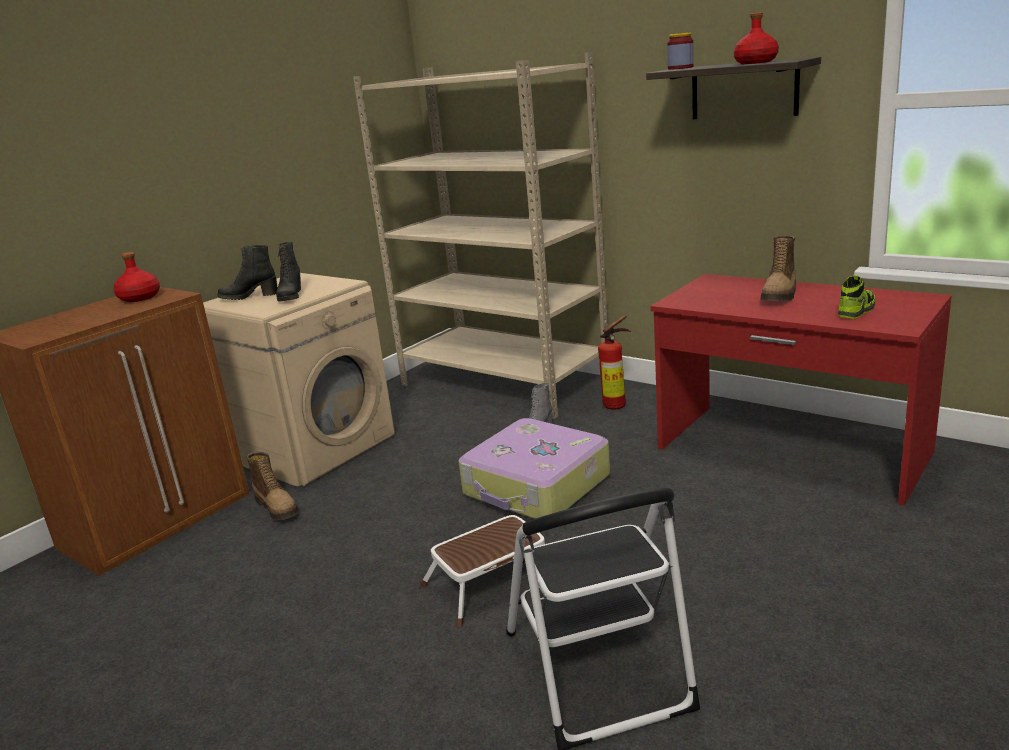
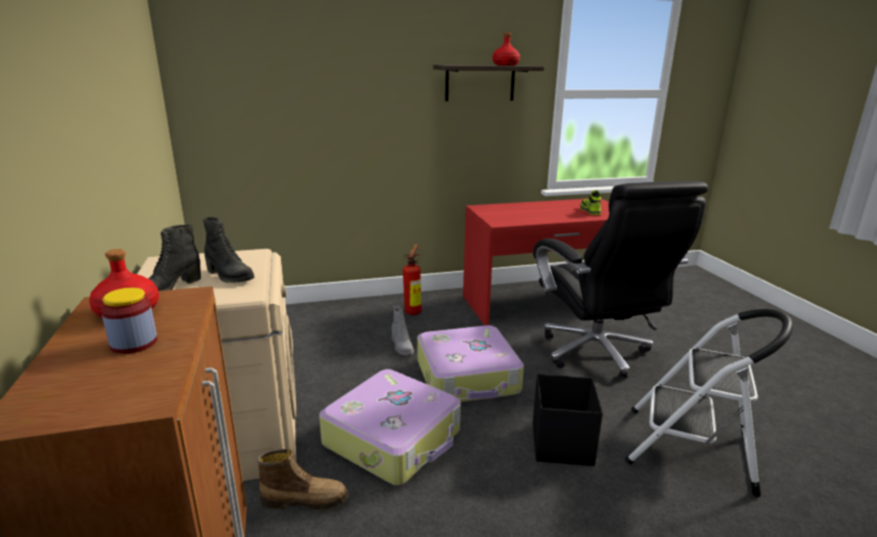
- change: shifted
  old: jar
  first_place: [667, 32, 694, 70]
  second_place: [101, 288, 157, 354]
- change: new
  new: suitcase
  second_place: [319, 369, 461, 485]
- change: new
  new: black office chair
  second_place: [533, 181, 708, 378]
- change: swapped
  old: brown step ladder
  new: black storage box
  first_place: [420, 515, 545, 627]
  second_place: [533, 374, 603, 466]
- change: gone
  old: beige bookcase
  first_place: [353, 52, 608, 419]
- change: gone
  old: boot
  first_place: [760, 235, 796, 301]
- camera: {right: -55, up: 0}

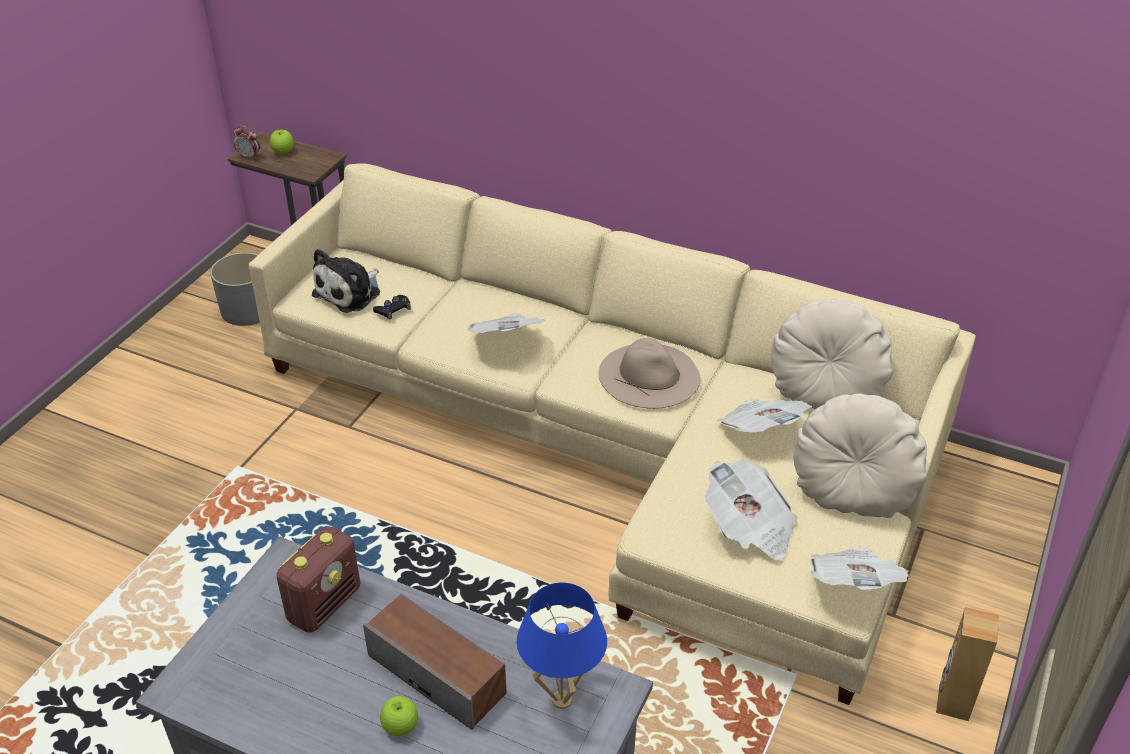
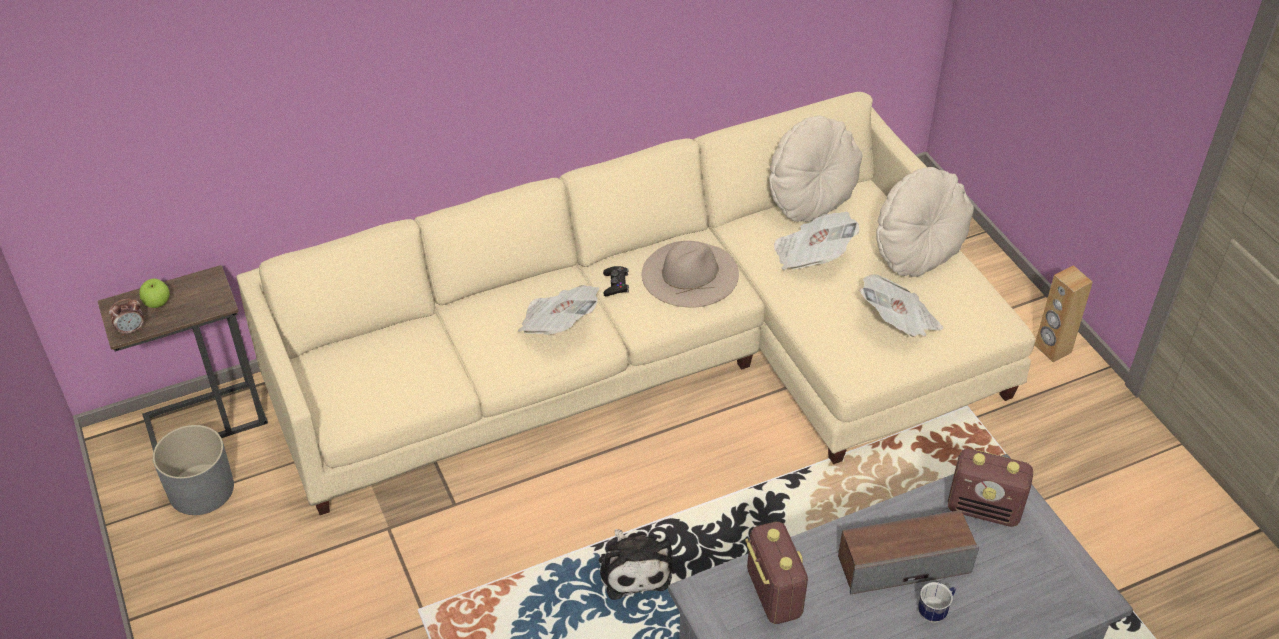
- change: shifted
  old: plush toy
  first_place: [312, 249, 380, 313]
  second_place: [599, 529, 672, 600]
- change: shifted
  old: black game controller
  first_place: [373, 295, 411, 319]
  second_place: [603, 266, 629, 296]
- change: swapped
  old: apple
  new: mug
  first_place: [380, 696, 418, 736]
  second_place: [918, 582, 956, 623]
- change: swapped
  old: blue table lamp
  new: radio
  first_place: [517, 583, 607, 709]
  second_place: [948, 449, 1033, 527]
- change: gone
  old: newspaper
  first_place: [809, 547, 909, 590]
- camera: {right: -50, up: 5}

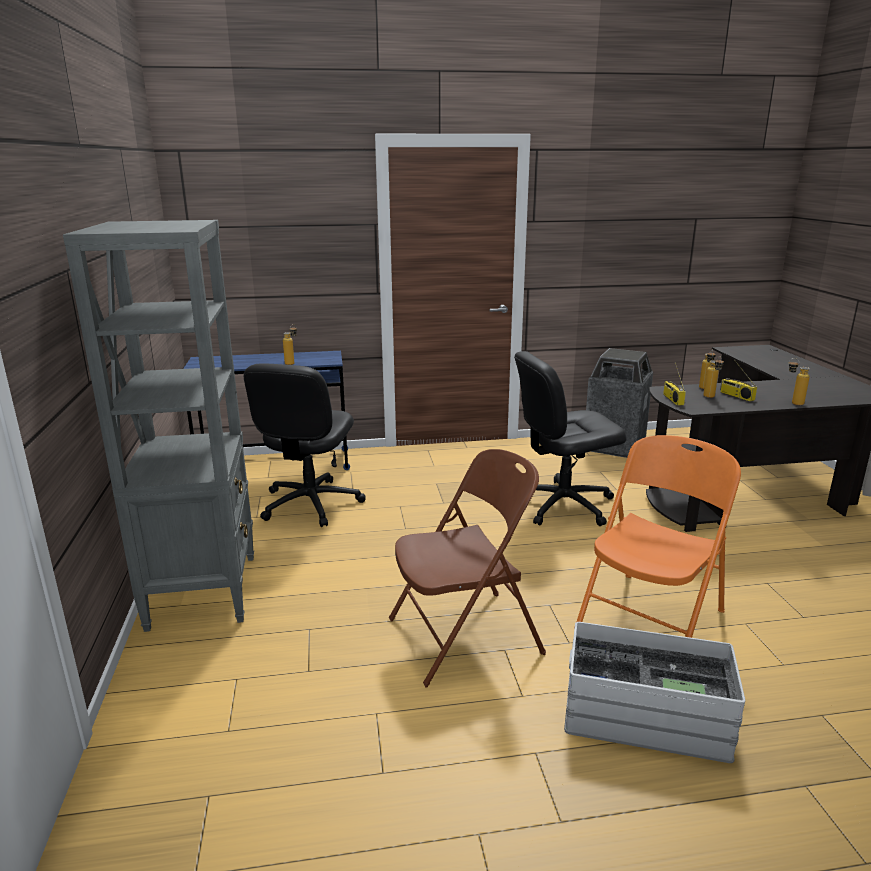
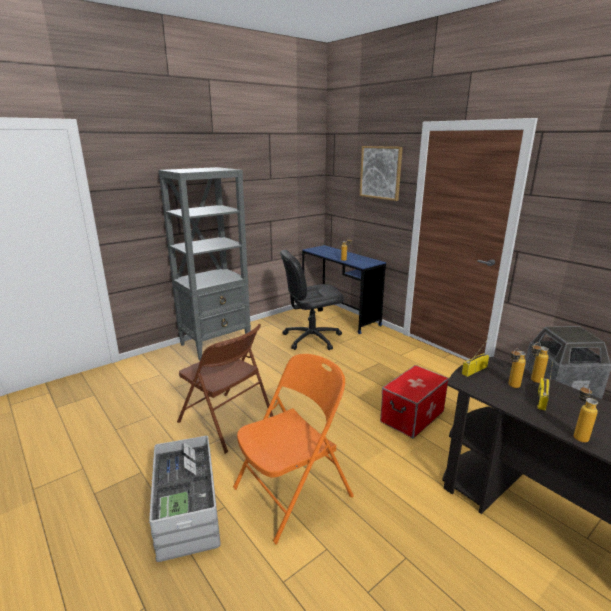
- change: rotated
  old: orange chair
  first_place: [574, 435, 741, 638]
  second_place: [233, 354, 353, 545]
  degrees: -45
- change: new
  new: picture
  second_place: [360, 146, 403, 201]
- change: swapped
  old: black office chair
  new: storage box
  first_place: [514, 351, 626, 526]
  second_place: [380, 365, 449, 438]
- camera: {right: 60, up: 0}

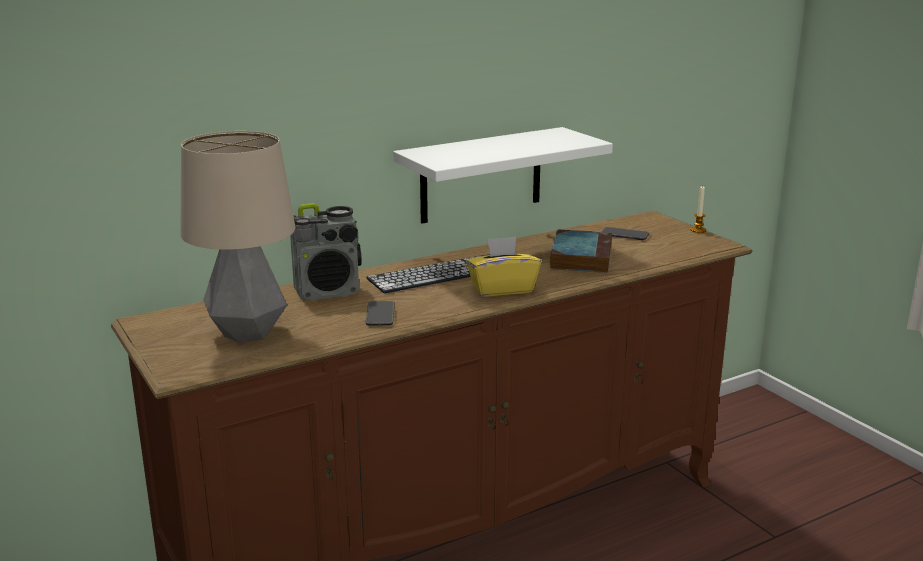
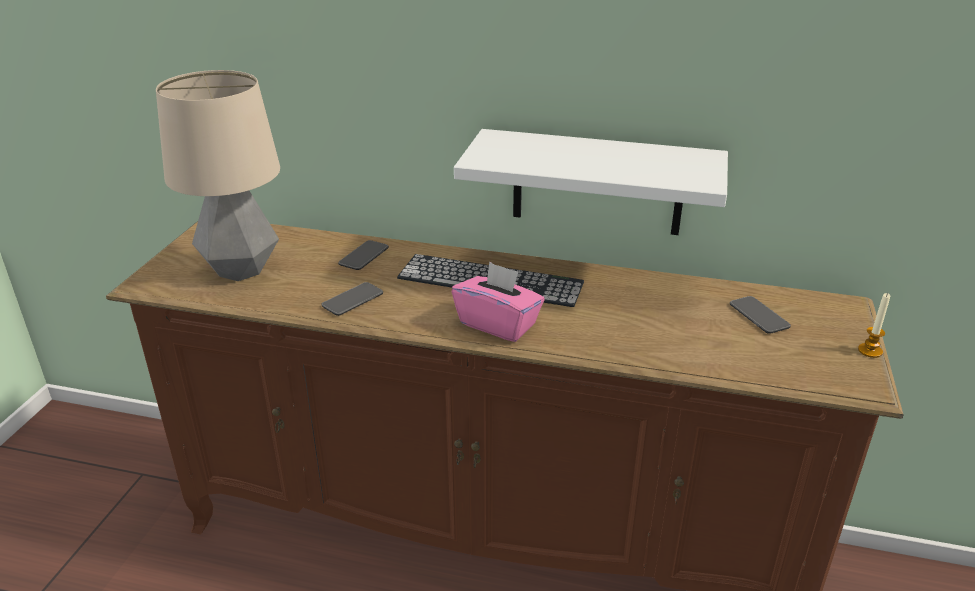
- change: swapped
  old: radio
  new: phone
  first_place: [290, 203, 362, 300]
  second_place: [338, 240, 389, 270]
- change: repainted
  old: yellow tissue box
  new: pink tissue box
  first_place: [466, 237, 541, 297]
  second_place: [451, 262, 544, 342]
- change: gone
  old: book
  first_place: [549, 229, 612, 273]
- camera: {right: 45, up: 10}

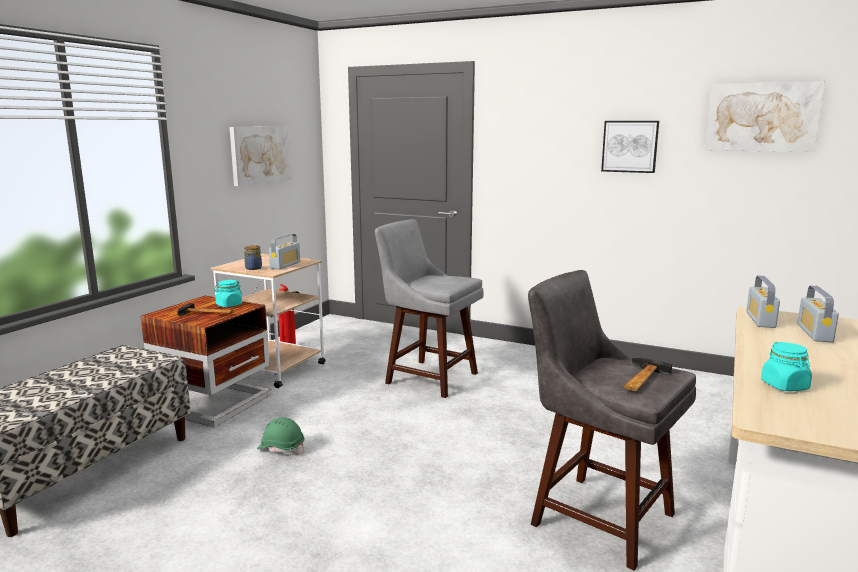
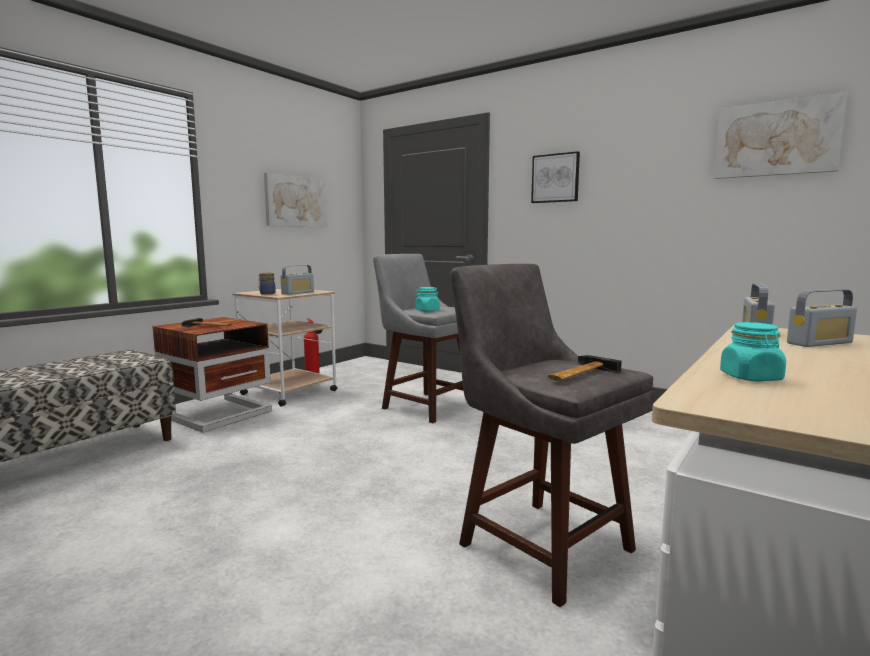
- change: shifted
  old: turquoise jar
  first_place: [214, 280, 242, 307]
  second_place: [415, 287, 439, 312]
- change: shifted
  old: picture
  first_place: [601, 121, 659, 173]
  second_place: [531, 151, 580, 203]
- change: rotated
  old: radio
  first_place: [797, 286, 839, 343]
  second_place: [787, 289, 857, 347]
  degrees: -135
- change: gone
  old: green hard hat
  first_place: [257, 417, 305, 455]
- camera: {right: 10, up: -5}

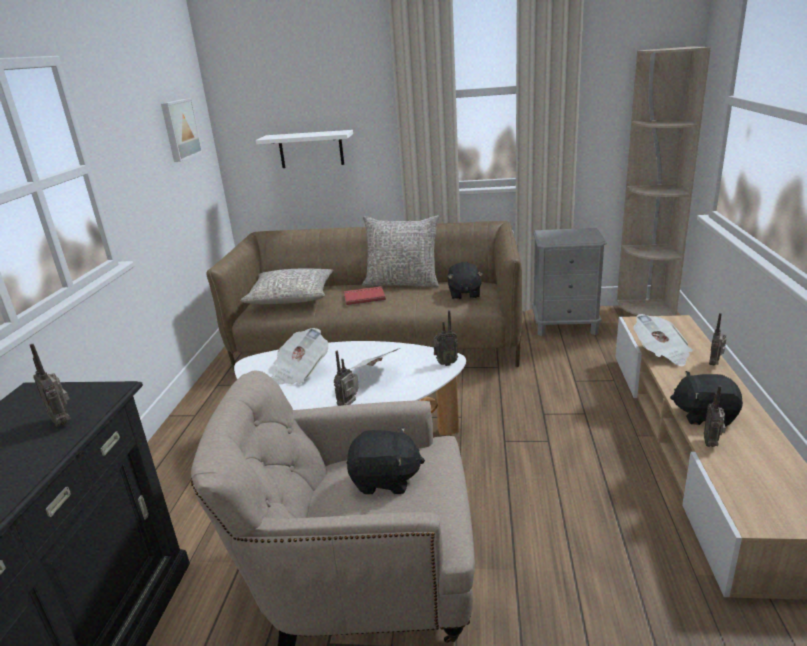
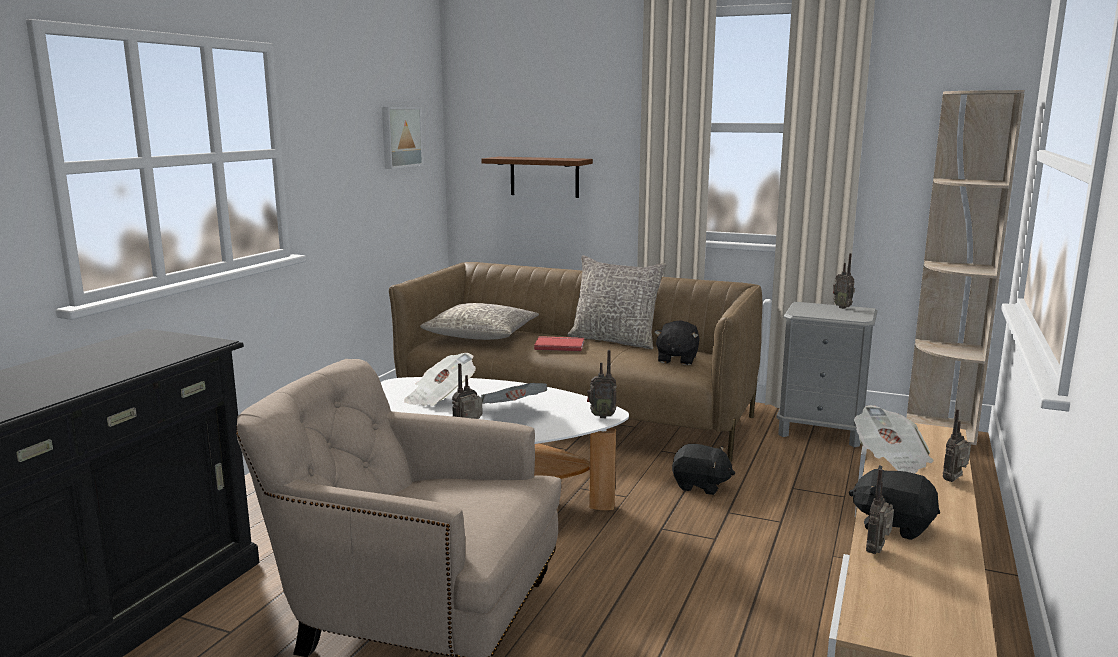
- change: repainted
  old: white shelf
  new: brown shelf
  first_place: [256, 130, 353, 168]
  second_place: [481, 157, 593, 198]
- change: shifted
  old: black plush toy
  first_place: [347, 427, 425, 494]
  second_place: [672, 444, 735, 495]
- change: shifted
  old: radio
  first_place: [30, 344, 71, 427]
  second_place: [833, 253, 855, 309]
- camera: {right: 15, up: -10}

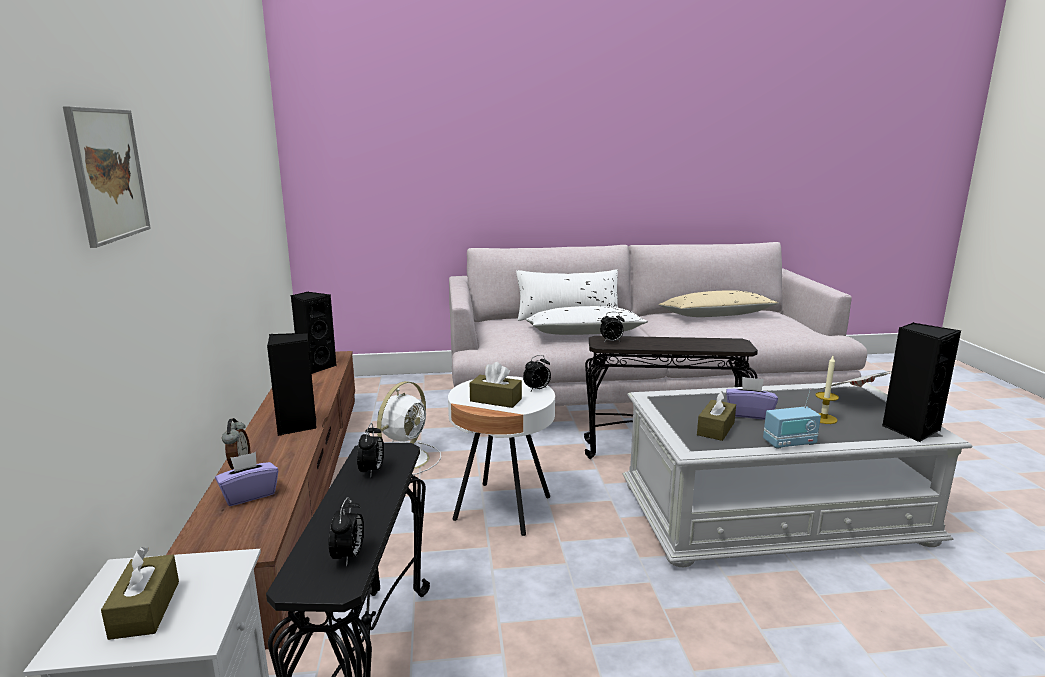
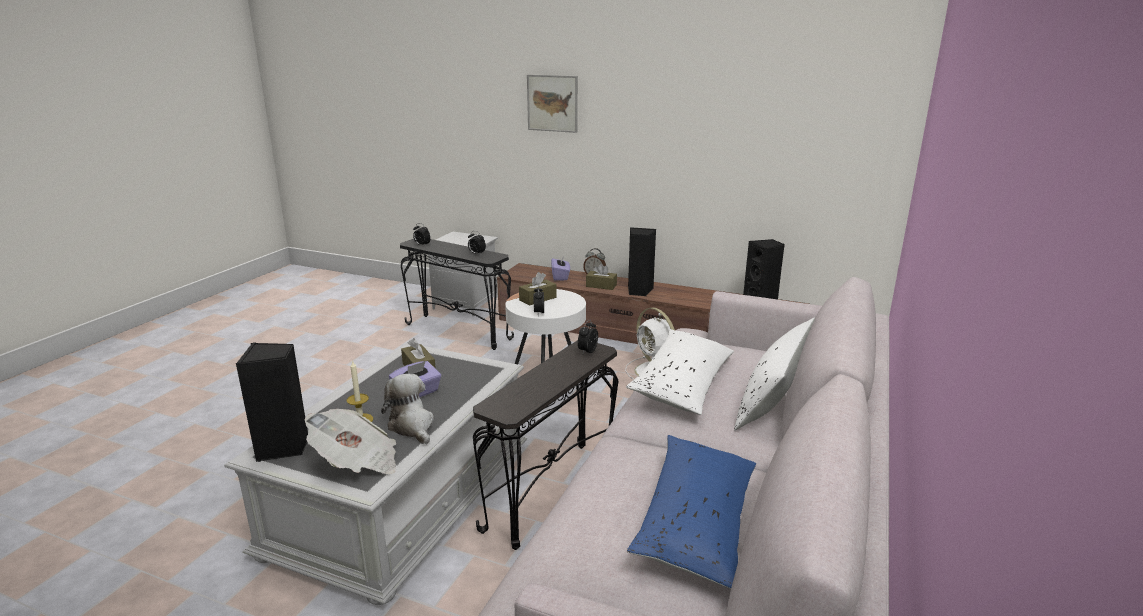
- change: new
  new: plush toy
  second_place: [381, 374, 434, 444]
- change: shifted
  old: brown tissue box
  first_place: [101, 547, 179, 640]
  second_place: [586, 263, 617, 290]
- change: repainted
  old: beige pillow
  new: blue pillow
  first_place: [659, 290, 778, 317]
  second_place: [627, 435, 756, 589]
- change: gone
  old: radio
  first_place: [763, 388, 821, 449]
- camera: {right: 120, up: 5}

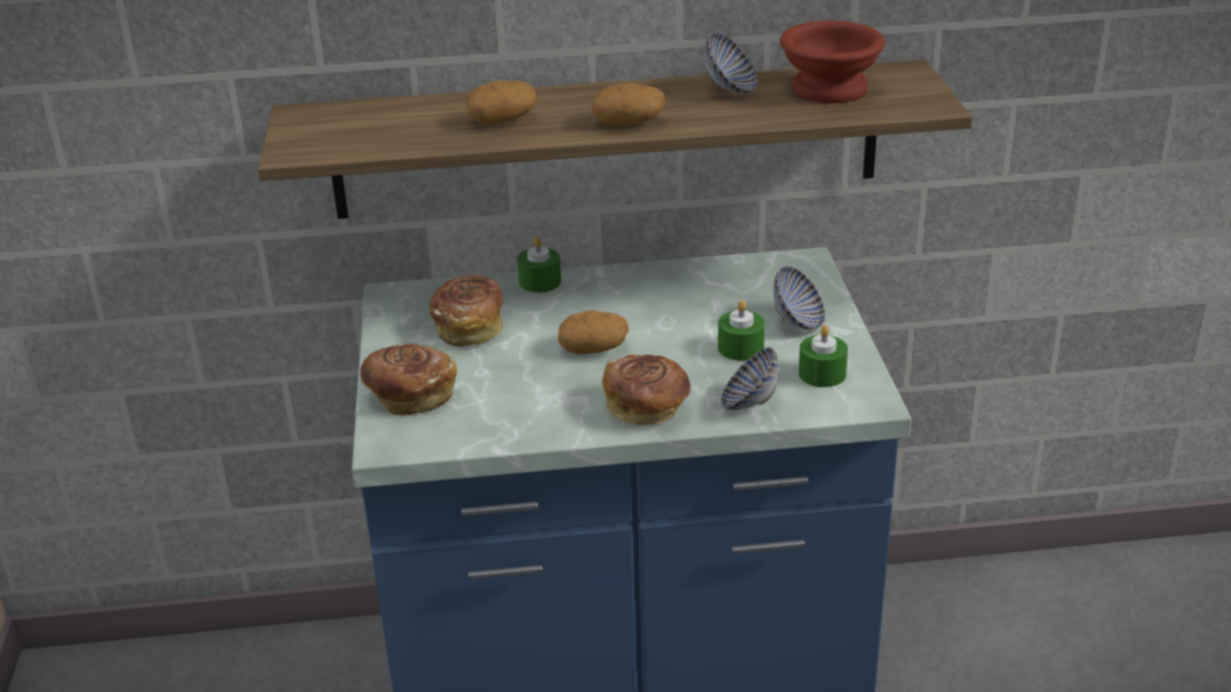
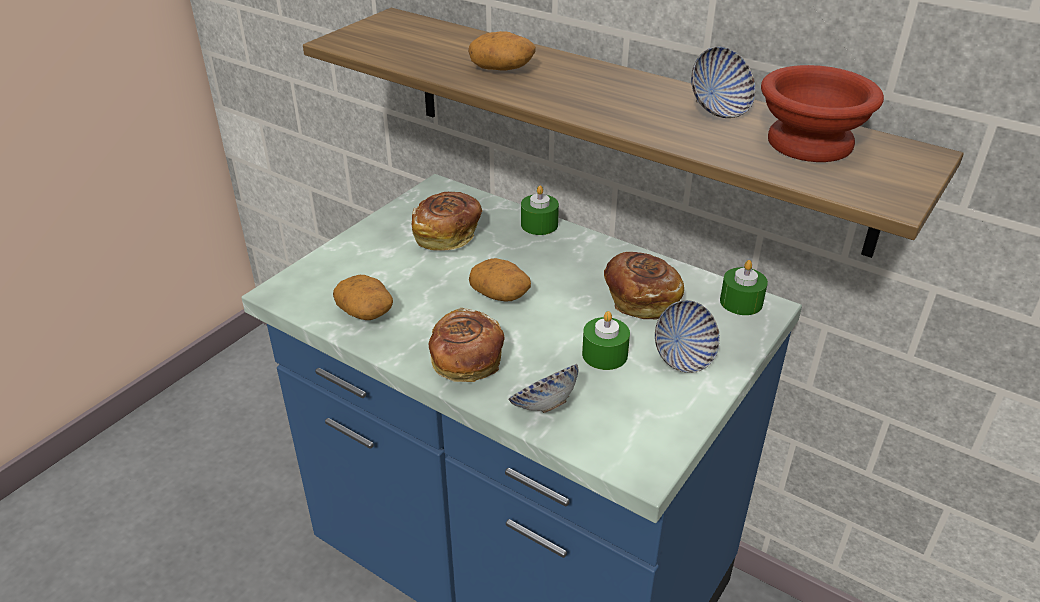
- change: shifted
  old: potato
  first_place: [592, 83, 665, 126]
  second_place: [333, 275, 393, 320]
- change: shifted
  old: bread
  first_place: [360, 344, 457, 416]
  second_place: [604, 252, 684, 319]
- change: shifted
  old: green candle
  first_place: [799, 325, 848, 387]
  second_place: [720, 260, 768, 315]
- camera: {right: 40, up: 5}

